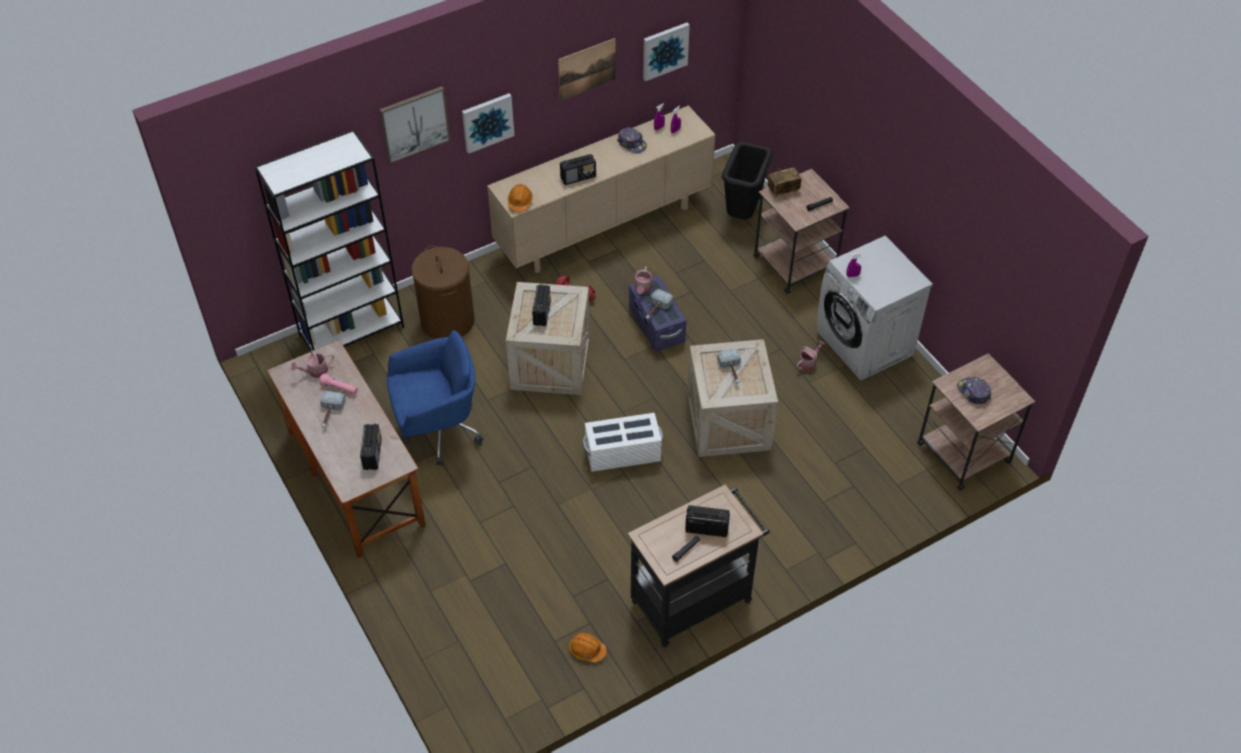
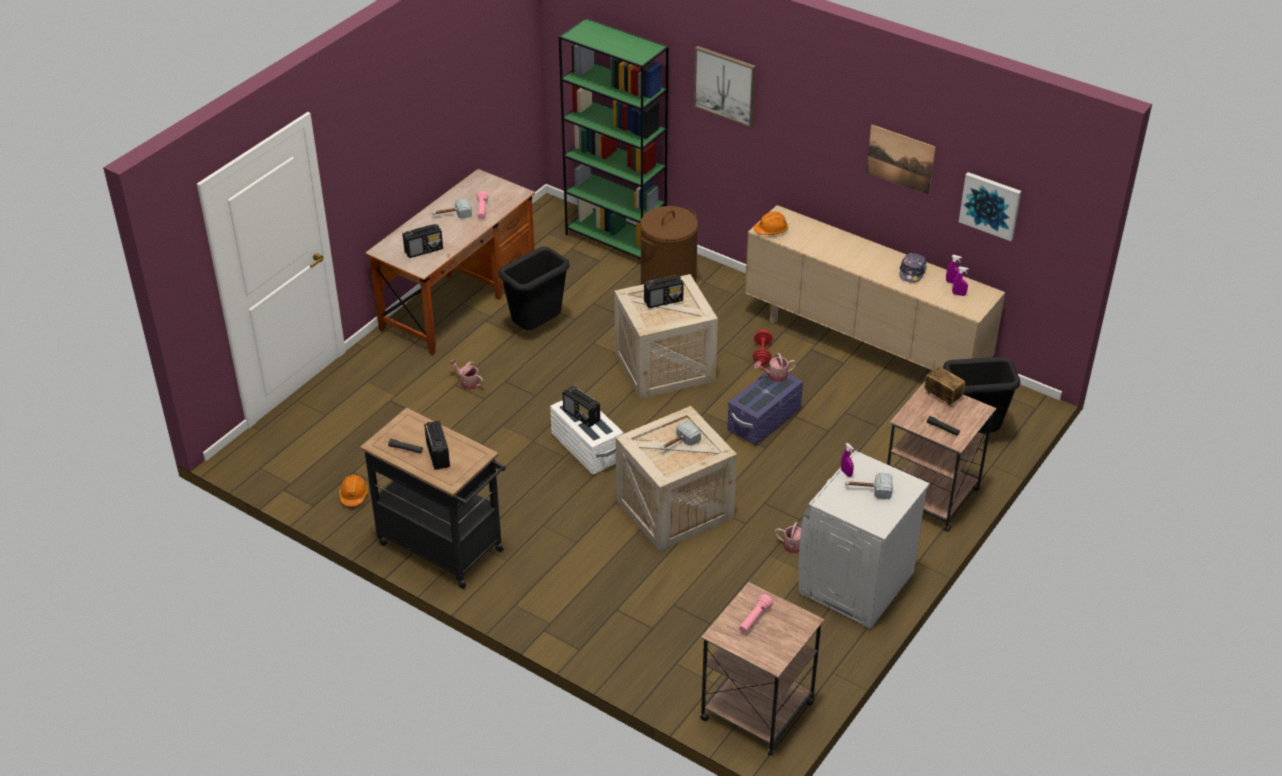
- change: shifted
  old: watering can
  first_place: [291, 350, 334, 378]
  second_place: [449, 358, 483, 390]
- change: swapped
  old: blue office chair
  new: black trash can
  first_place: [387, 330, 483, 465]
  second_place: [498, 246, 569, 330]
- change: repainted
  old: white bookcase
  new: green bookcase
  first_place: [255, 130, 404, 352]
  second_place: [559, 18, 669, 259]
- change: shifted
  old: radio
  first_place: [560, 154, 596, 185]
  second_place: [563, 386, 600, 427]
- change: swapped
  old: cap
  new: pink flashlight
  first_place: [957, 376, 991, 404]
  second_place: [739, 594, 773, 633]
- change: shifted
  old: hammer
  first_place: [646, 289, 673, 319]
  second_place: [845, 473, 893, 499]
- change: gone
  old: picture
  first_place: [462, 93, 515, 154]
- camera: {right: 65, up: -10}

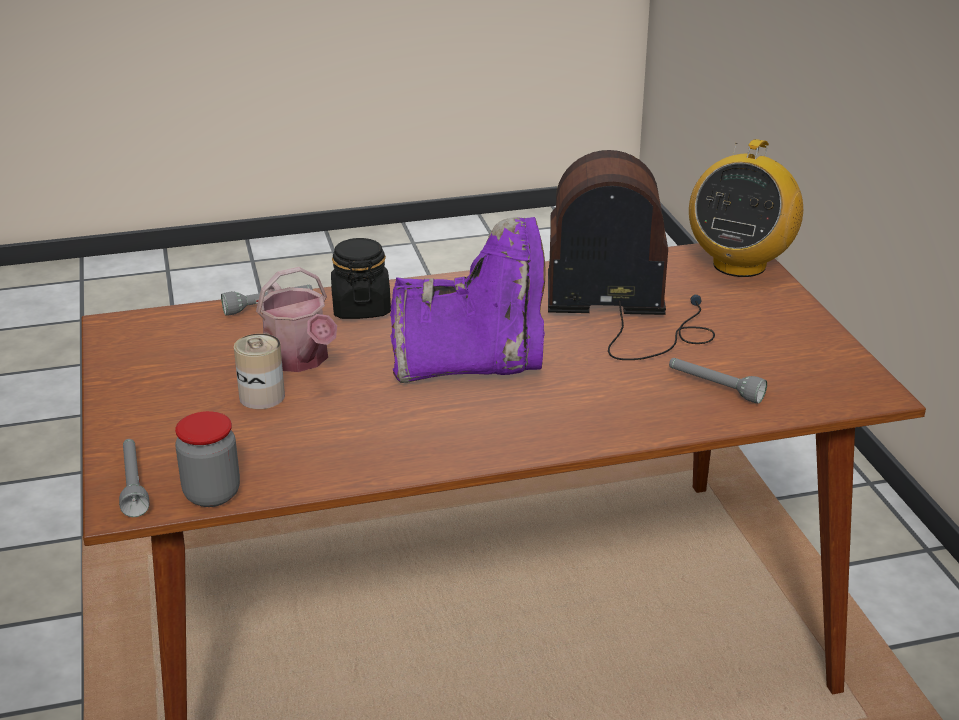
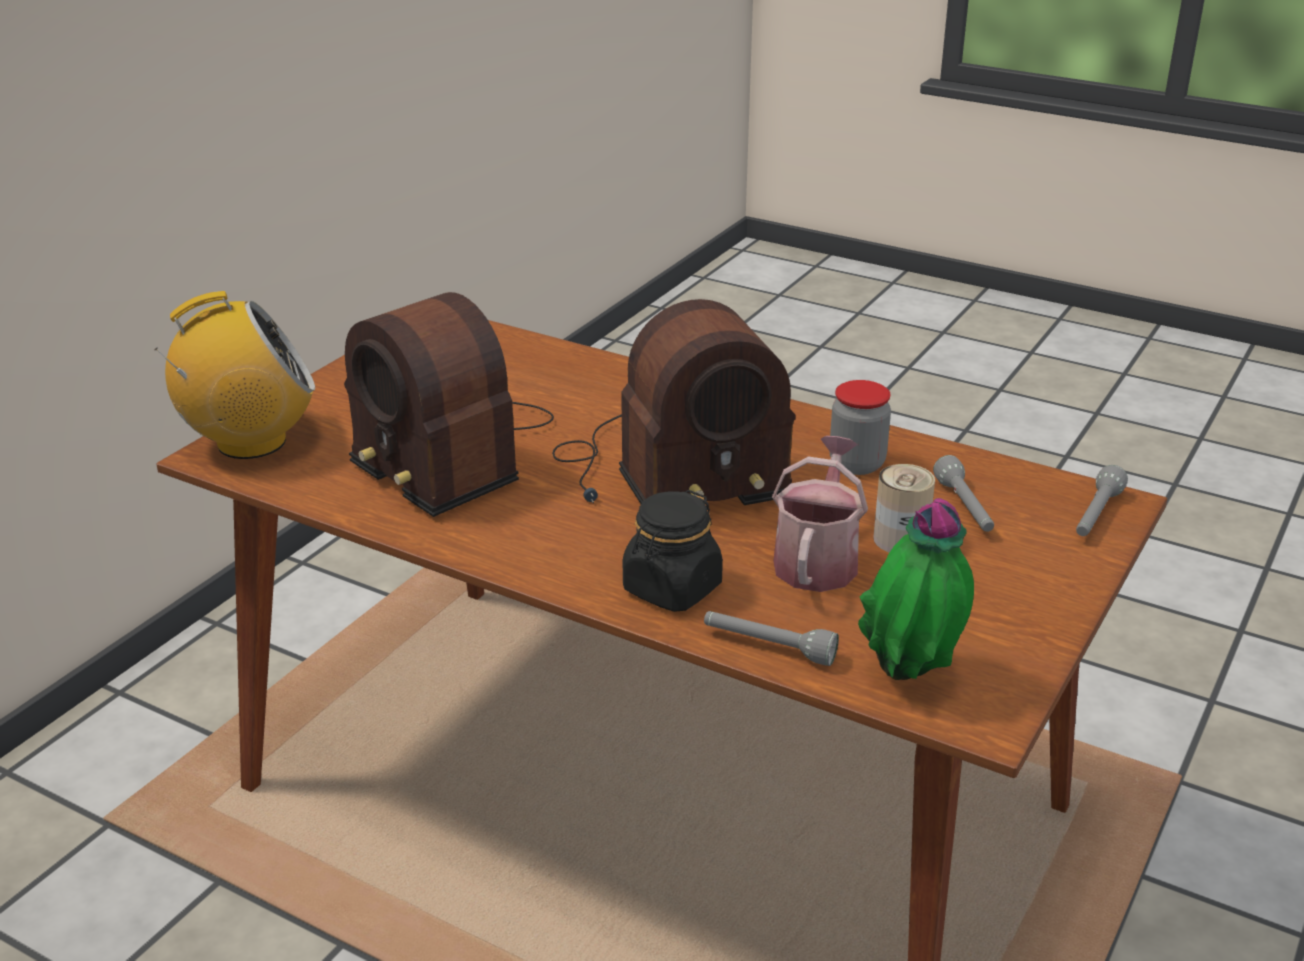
- change: swapped
  old: purple boot
  new: radio
  first_place: [390, 217, 546, 383]
  second_place: [552, 299, 796, 505]
- change: shifted
  old: jar
  first_place: [175, 411, 240, 507]
  second_place: [830, 380, 891, 475]
- change: new
  new: potted plant
  second_place: [858, 498, 974, 680]
- change: shifted
  old: grey flashlight
  first_place: [669, 358, 767, 404]
  second_place: [933, 455, 994, 532]
- camera: {right: -135, up: 0}

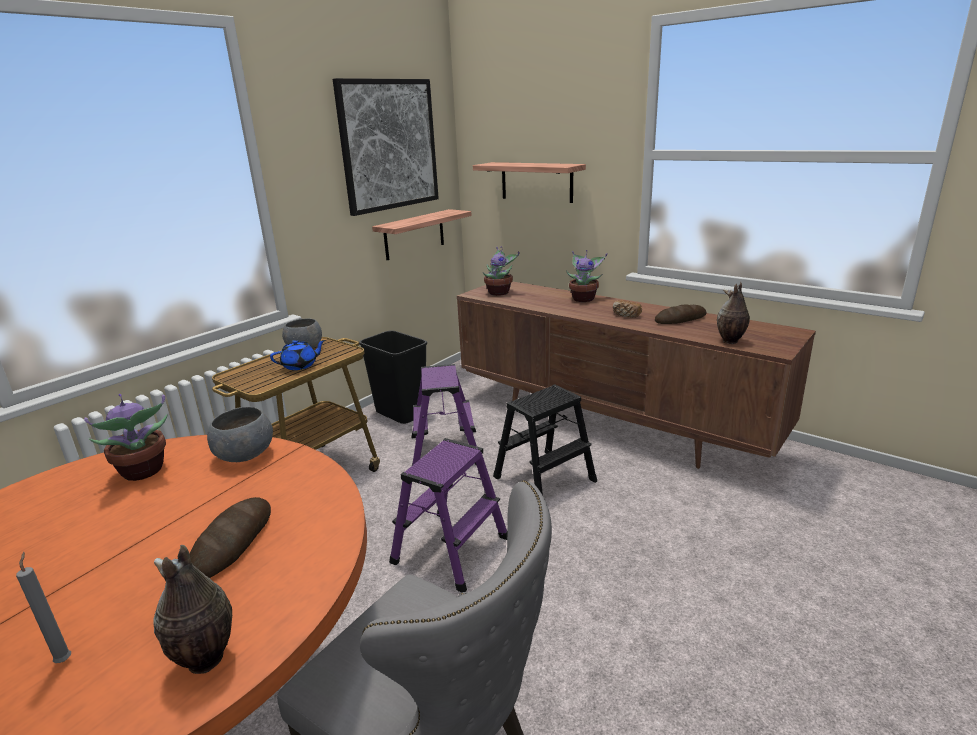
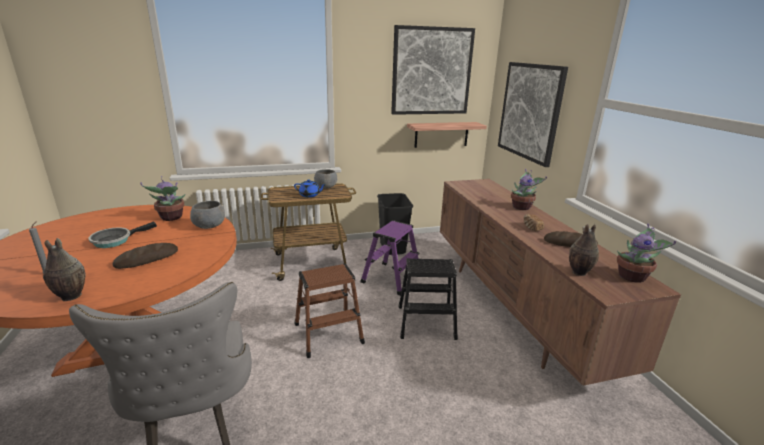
- change: new
  new: frying pan
  second_place: [89, 221, 157, 248]
- change: repainted
  old: purple step ladder
  new: brown step ladder
  first_place: [389, 438, 508, 593]
  second_place: [295, 263, 365, 358]
- change: swapped
  old: shelf
  new: picture
  first_place: [473, 162, 586, 203]
  second_place: [498, 62, 568, 167]
- change: shifted
  old: potted plant
  first_place: [483, 246, 519, 296]
  second_place: [617, 223, 676, 283]
- camera: {right: 35, up: 0}

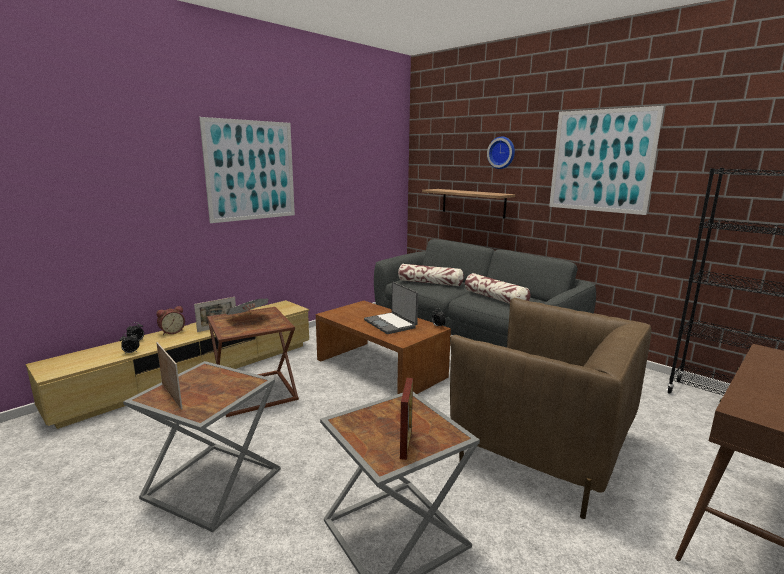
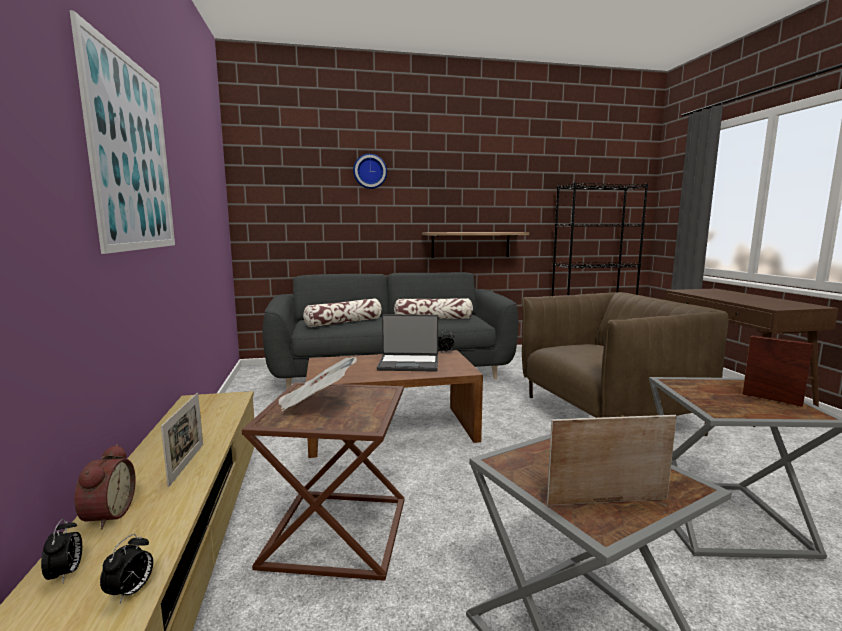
- change: shifted
  old: shelf
  first_place: [422, 189, 515, 218]
  second_place: [422, 232, 529, 258]
- change: gone
  old: picture
  first_place: [549, 106, 664, 215]
- camera: {right: -55, up: -5}

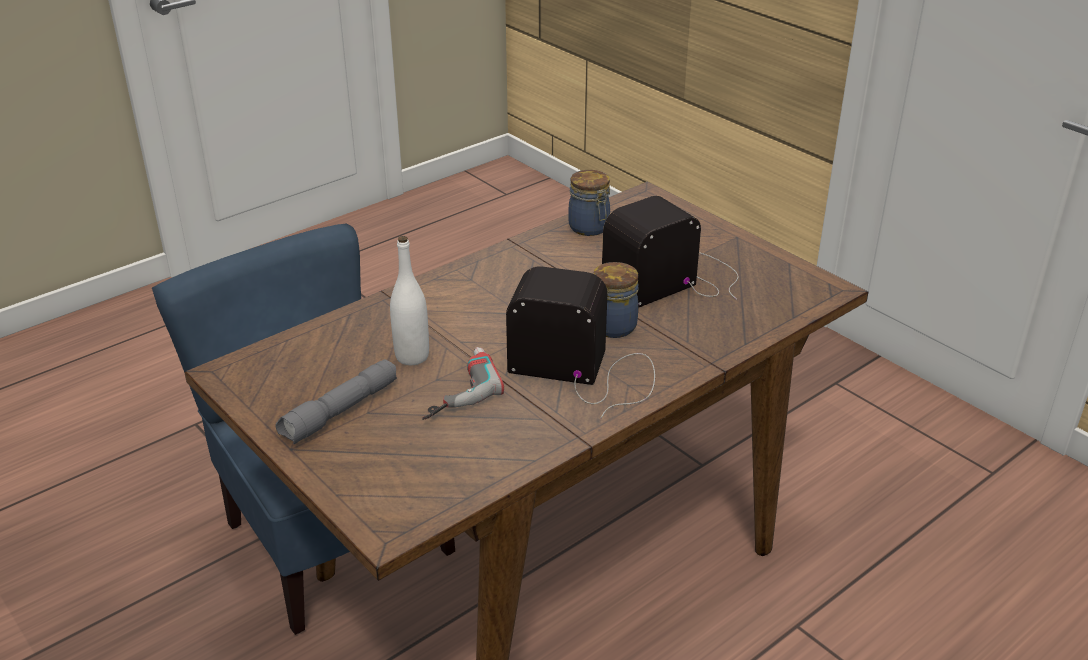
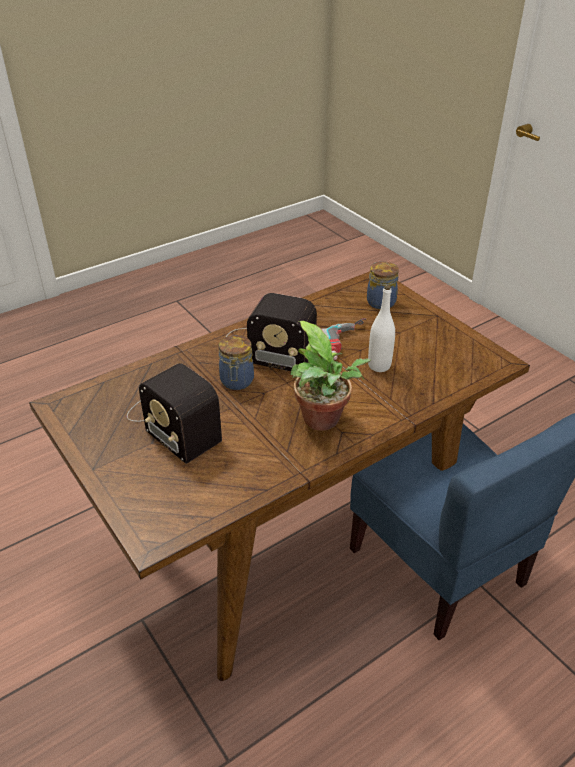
- change: rotated
  old: radio
  first_place: [602, 196, 738, 308]
  second_place: [127, 363, 222, 464]
  degrees: 75
- change: new
  new: potted plant
  second_place: [290, 321, 371, 431]
- change: shifted
  old: jar
  first_place: [568, 170, 610, 236]
  second_place: [367, 262, 399, 309]
- change: gone
  old: grey flashlight
  first_place: [275, 359, 397, 444]
- camera: {right: -175, up: 5}

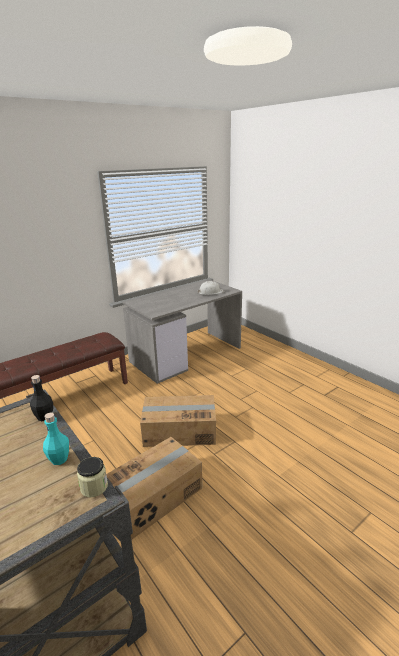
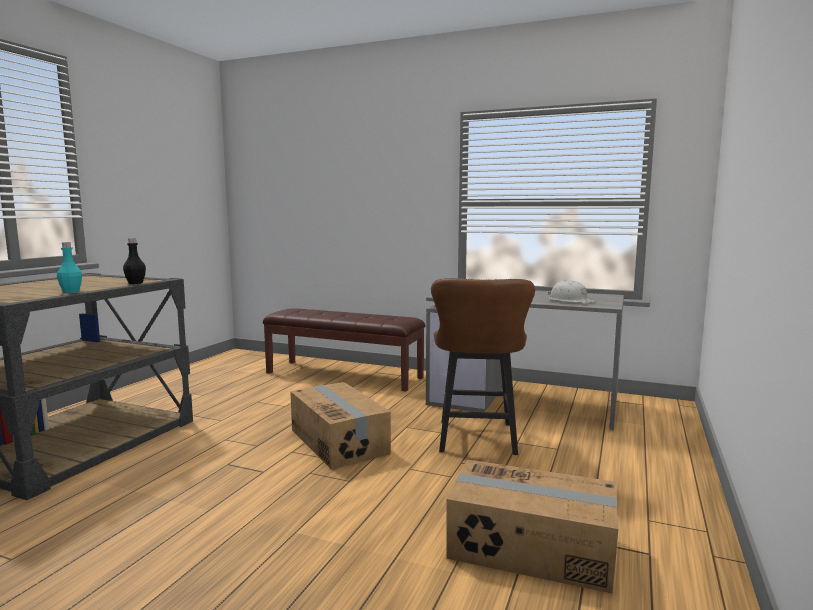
- change: new
  new: brown stool
  second_place: [431, 278, 535, 455]
- change: shifted
  old: cardboard box
  first_place: [106, 437, 202, 540]
  second_place: [446, 460, 618, 594]
- change: gone
  old: jar
  first_place: [77, 457, 108, 497]
- camera: {right: 60, up: -15}

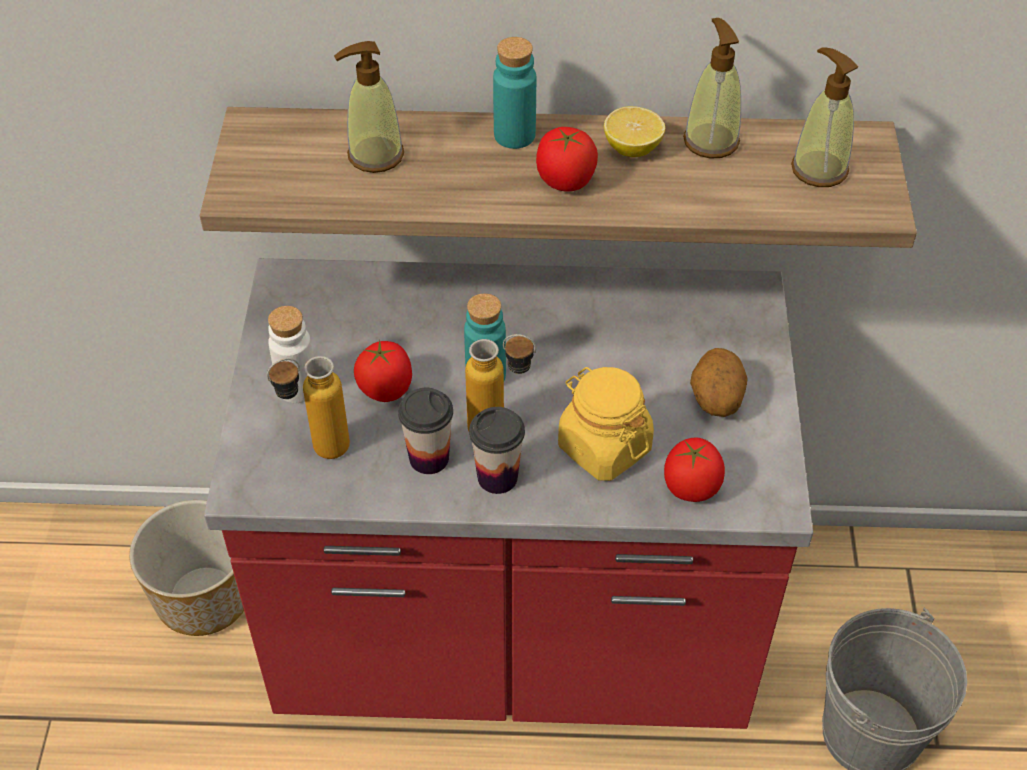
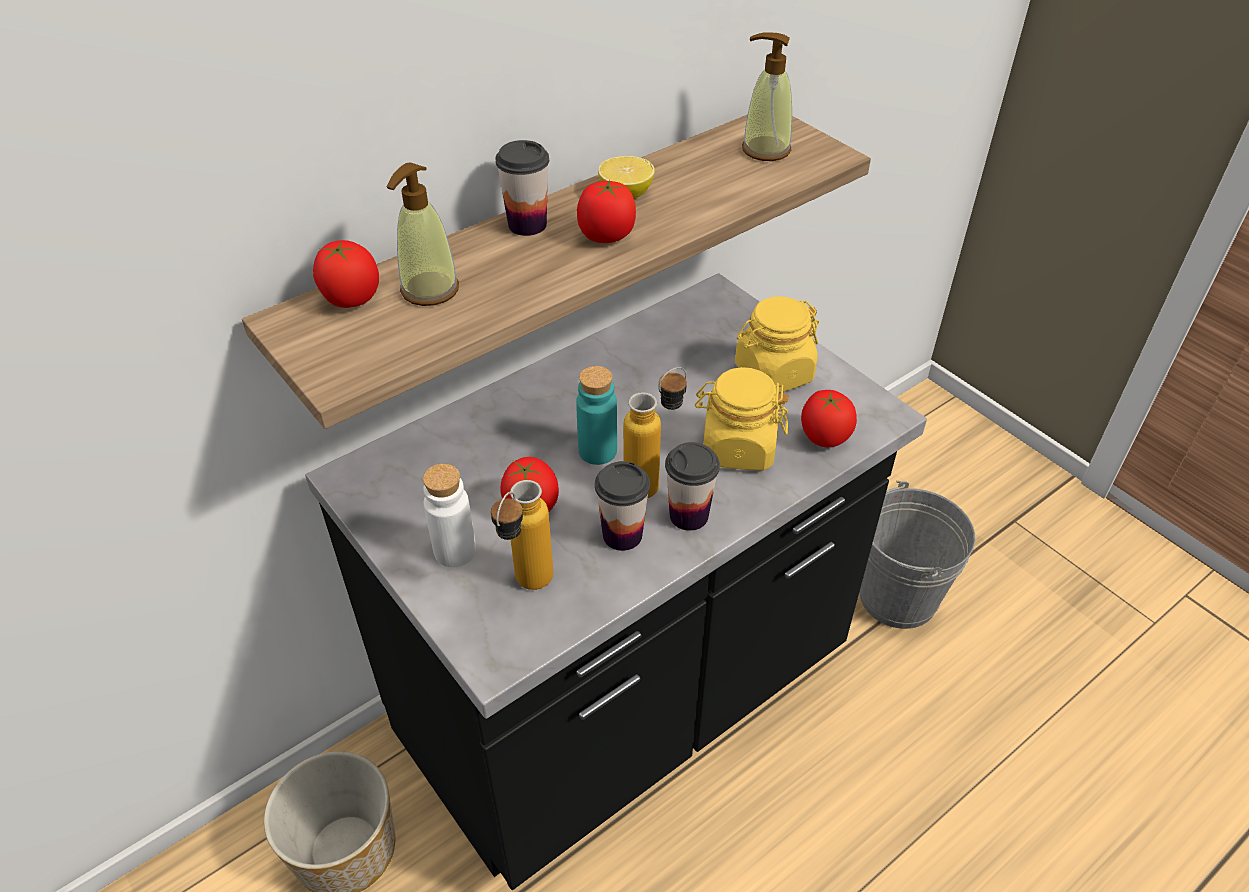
- change: repainted
  old: red counter
  new: black counter
  first_place: [204, 258, 813, 729]
  second_place: [305, 273, 927, 890]
- change: new
  new: tomato
  second_place: [313, 240, 379, 308]
- change: swapped
  old: turquoise bottle
  new: cup
  first_place: [493, 37, 536, 149]
  second_place: [495, 140, 549, 236]
- change: swapped
  old: potato
  new: yellow jar
  first_place: [690, 348, 748, 417]
  second_place: [735, 296, 819, 393]
- change: gone
  old: soap dispenser
  first_place: [683, 18, 741, 159]
- camera: {right: -40, up: -5}

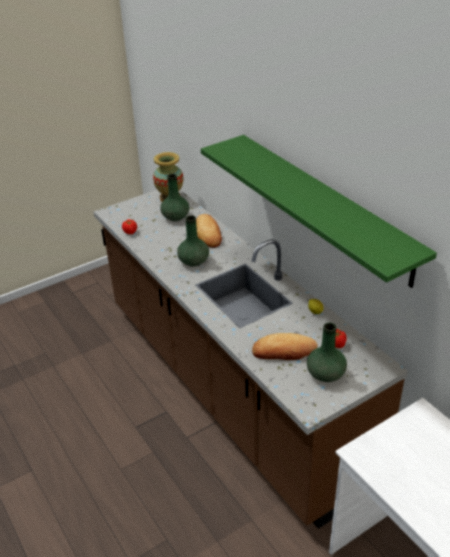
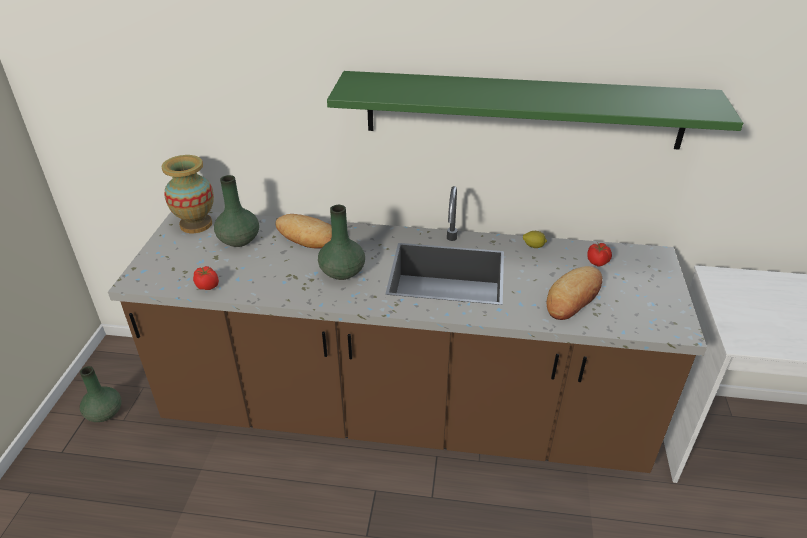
- change: shifted
  old: green vase
  first_place: [307, 323, 347, 382]
  second_place: [80, 366, 122, 422]
- camera: {right: -50, up: 0}

